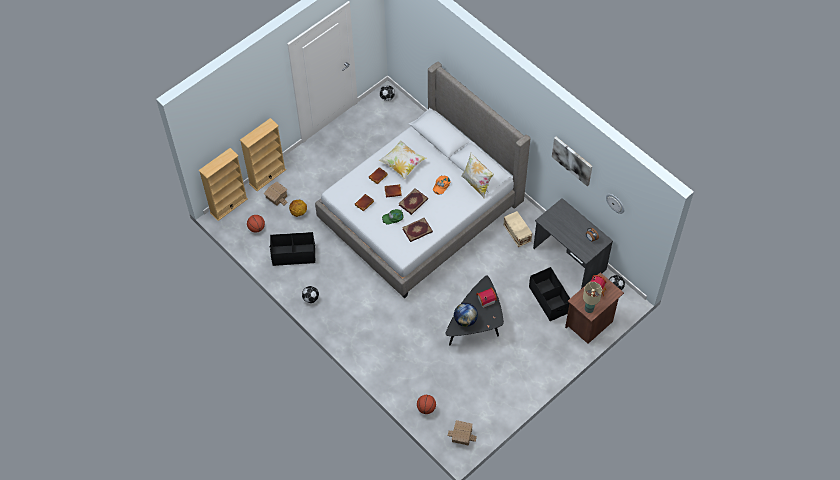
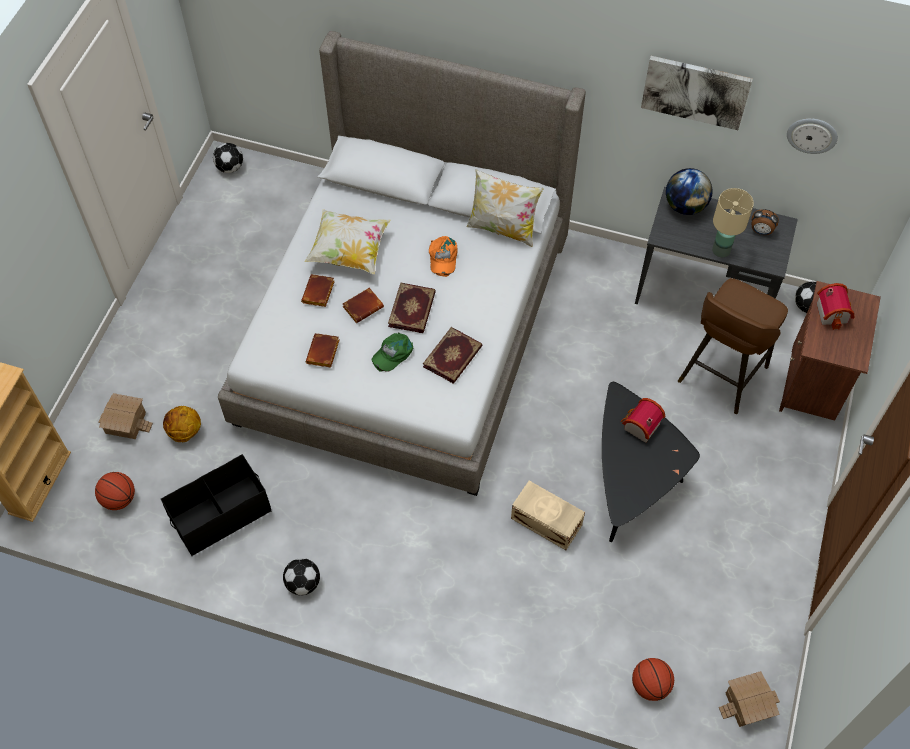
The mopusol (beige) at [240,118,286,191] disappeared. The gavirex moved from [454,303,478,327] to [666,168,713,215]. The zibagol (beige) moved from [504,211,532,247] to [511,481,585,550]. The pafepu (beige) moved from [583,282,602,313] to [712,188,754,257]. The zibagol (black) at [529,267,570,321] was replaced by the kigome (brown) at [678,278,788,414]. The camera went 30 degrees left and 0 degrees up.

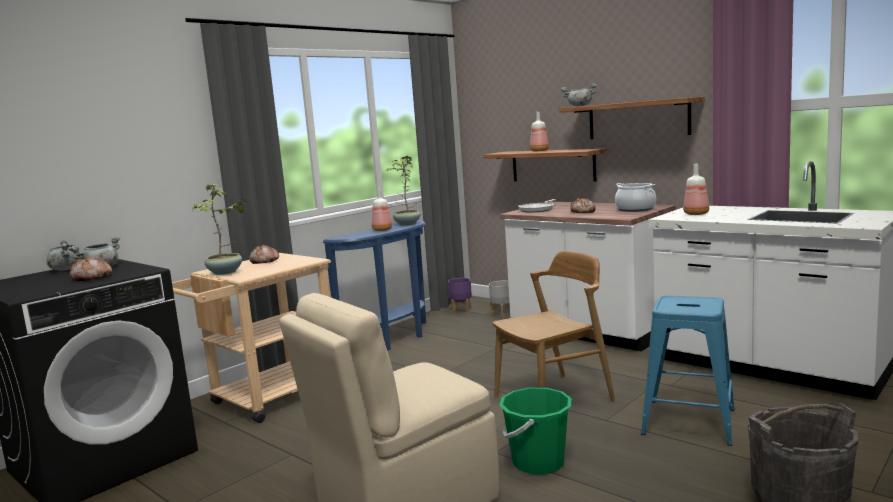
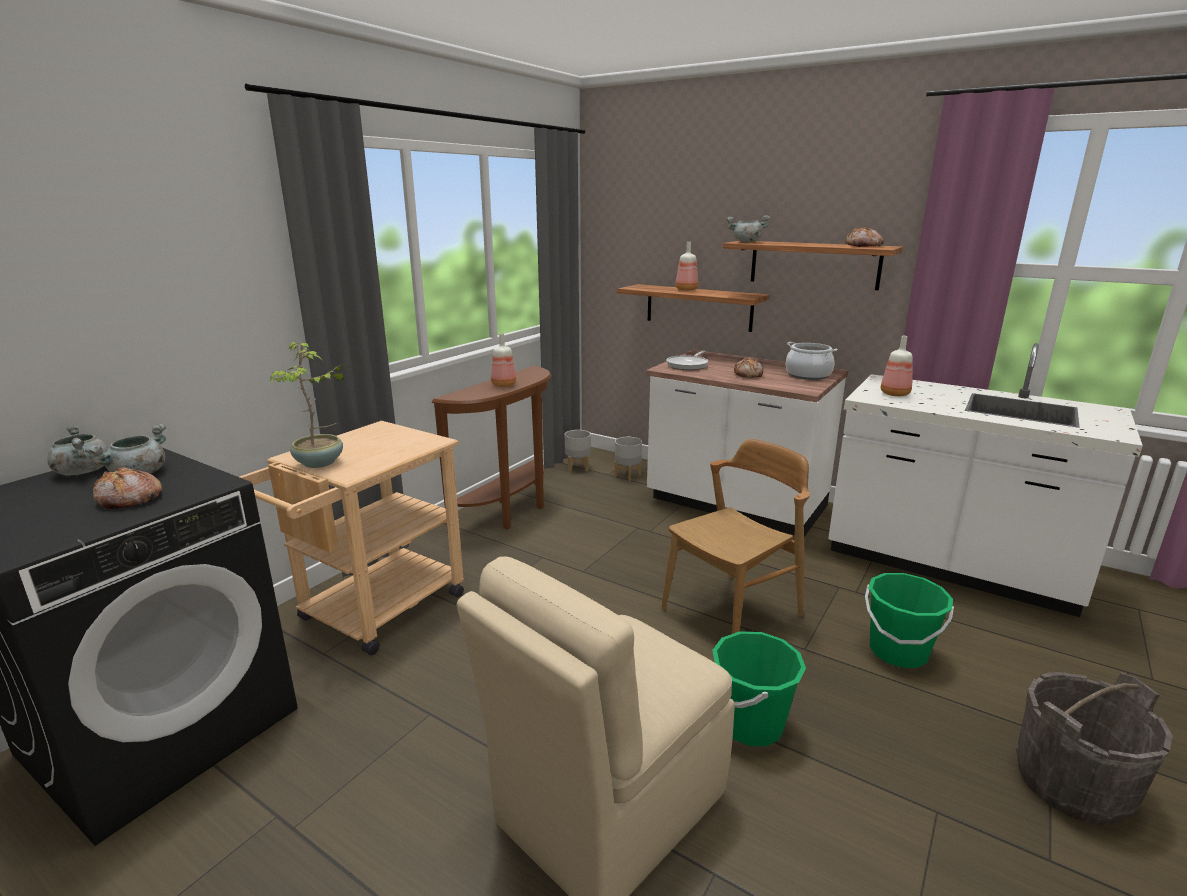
The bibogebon at [385,156,420,226] disappeared. The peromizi moved from [249,244,279,264] to [845,227,884,247]. The kigome (blue) at [641,296,735,446] was replaced by the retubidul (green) at [865,573,954,668]. The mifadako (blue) at [323,220,426,351] became the mifadako (brown) at [432,366,552,533]. The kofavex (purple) at [448,278,472,314] became the kofavex (grey) at [565,430,591,472]. The camera went 10 degrees left and 10 degrees up.

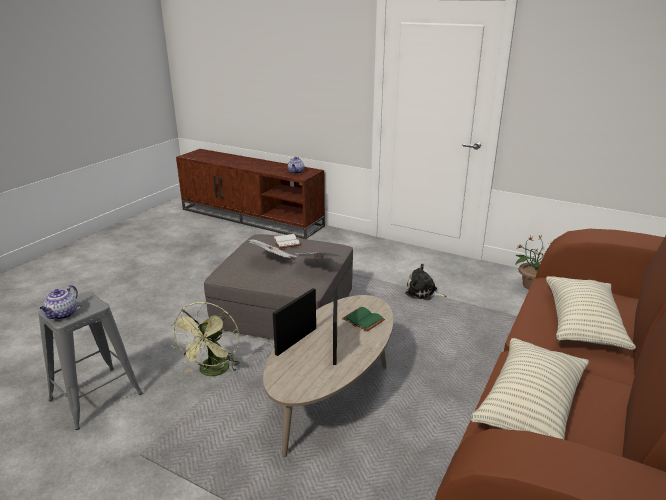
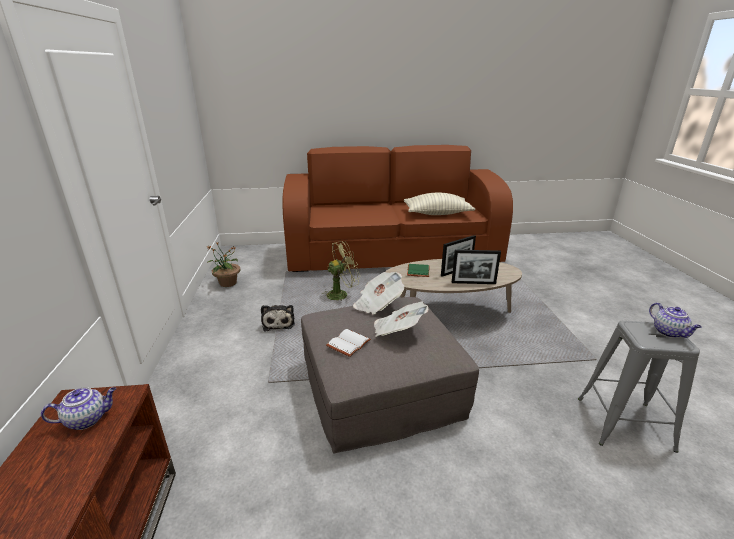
The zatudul at [546,276,636,350] disappeared. The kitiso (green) moved from [170,302,240,376] to [321,241,361,301]. The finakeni at [39,285,78,319] turned 90 degrees clockwise. The camera went 125 degrees left and 0 degrees up.

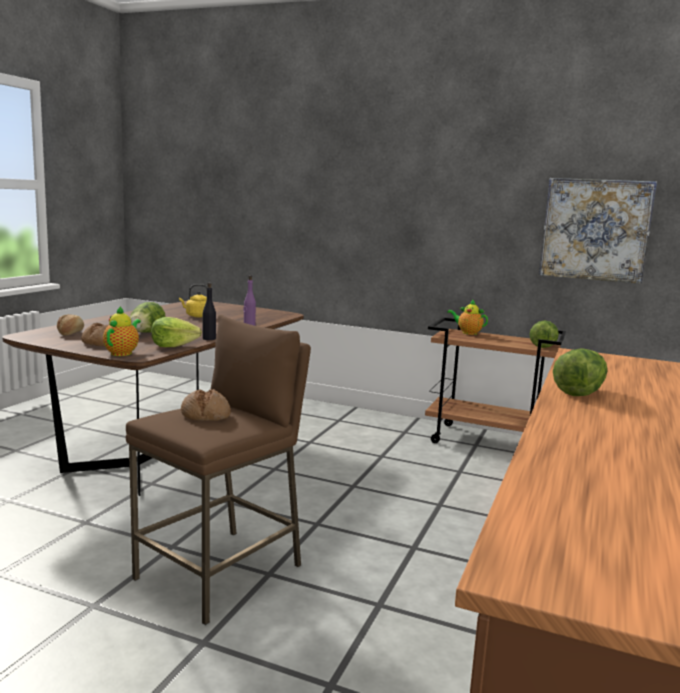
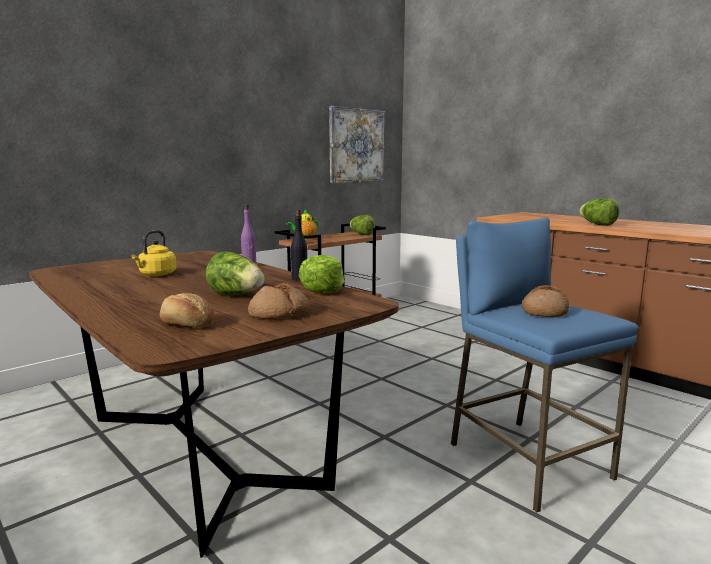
The finakeni at [103,306,141,356] disappeared. The kigome (brown) at [126,315,311,625] became the kigome (blue) at [451,217,639,512]. The camera went 65 degrees left and 0 degrees up.

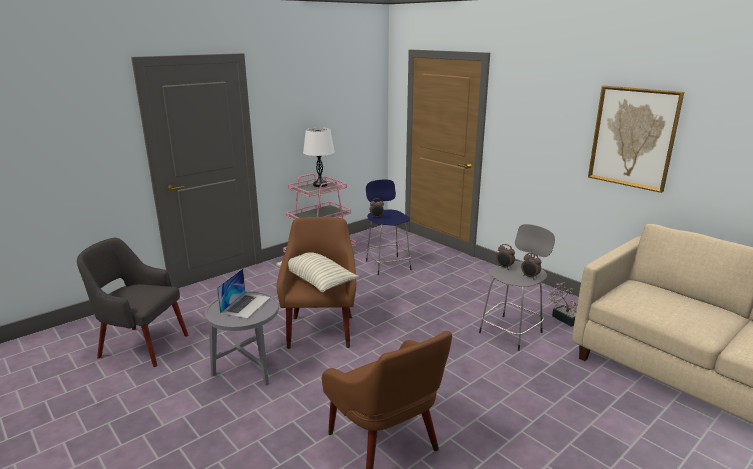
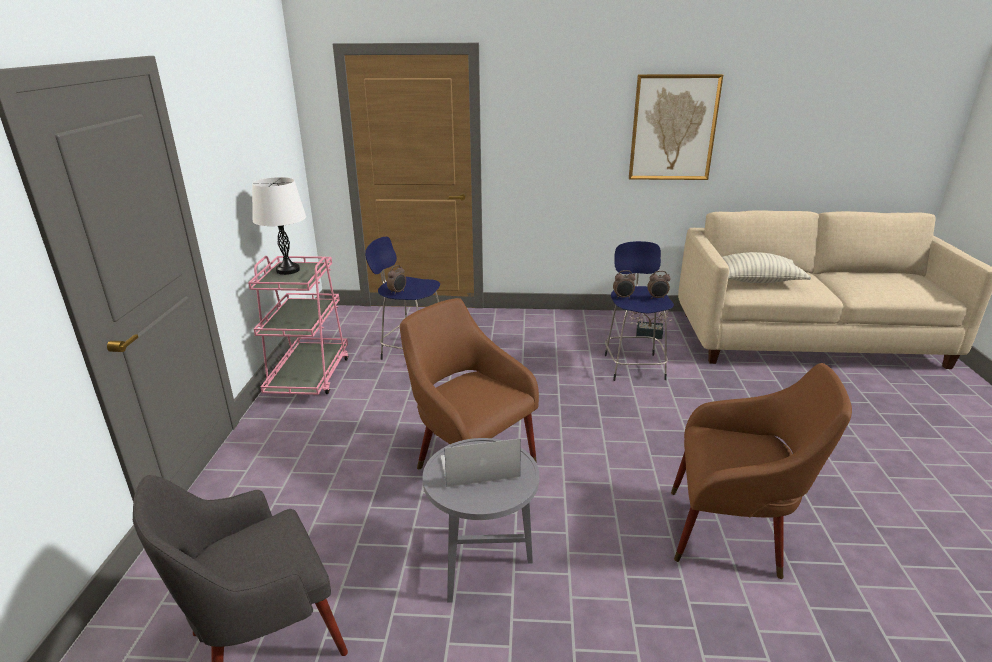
The zatudul moved from [276,252,359,293] to [722,252,811,283]. The kigome (grey) at [479,224,555,351] became the kigome (blue) at [605,241,674,381]. The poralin at [217,268,271,319] turned 75 degrees counterclockwise. The camera went 45 degrees left and 5 degrees up.

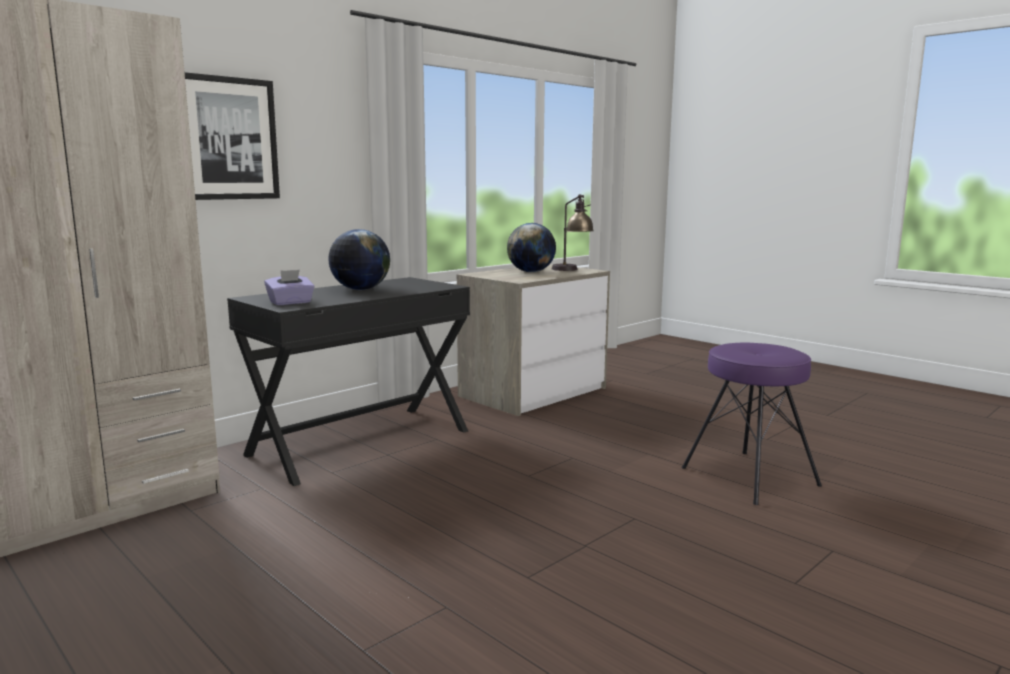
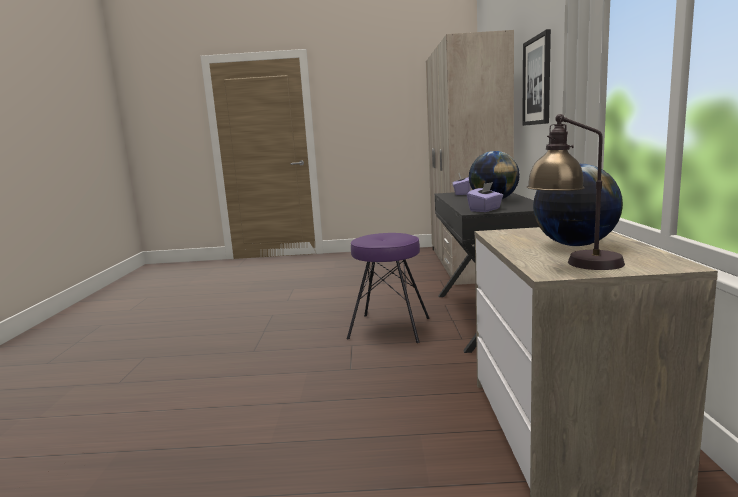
The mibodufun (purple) at [467,182,503,212] appeared. The kigome (purple) moved from [682,343,822,505] to [347,233,430,343]. The camera went 135 degrees right and 0 degrees up.

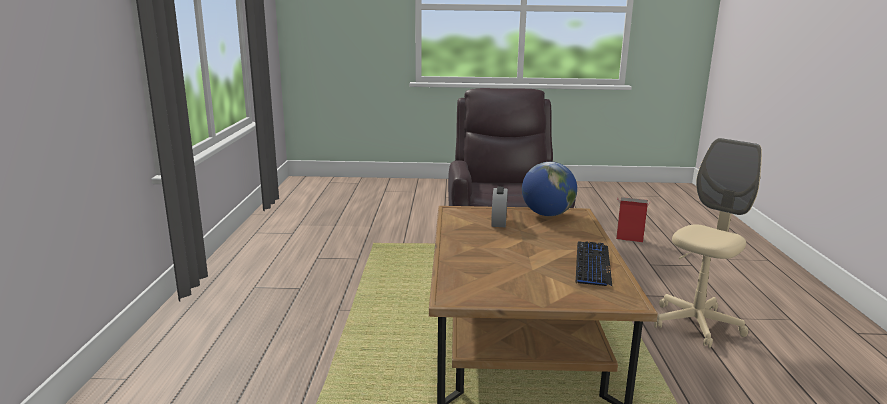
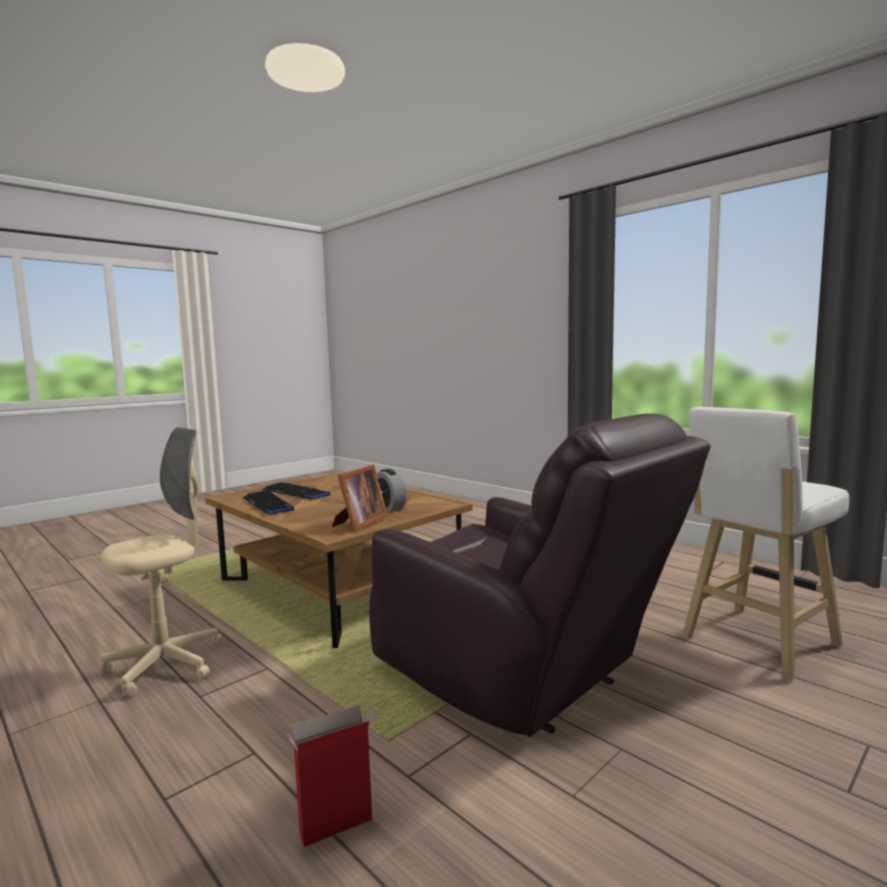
The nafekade at [262,482,330,500] appeared. The kigome (white) at [682,407,849,682] appeared. The gavirex at [522,162,577,216] was replaced by the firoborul at [332,464,388,531]. The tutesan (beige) at [654,138,762,348] turned 135 degrees counterclockwise. The camera went 135 degrees right and 10 degrees down.

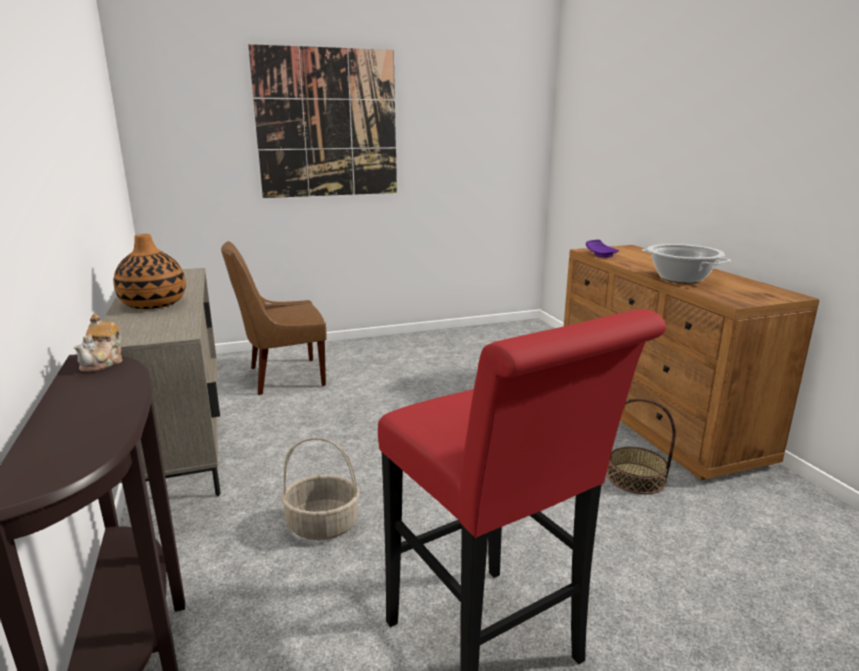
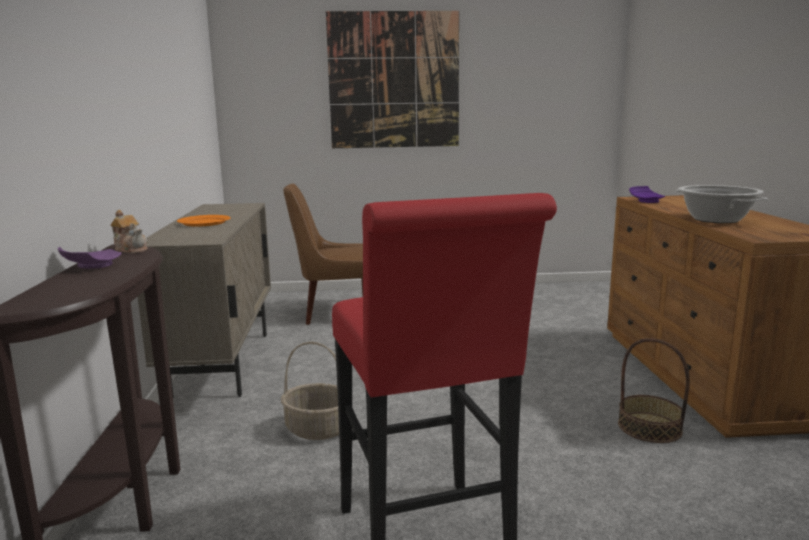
The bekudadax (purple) at [58,247,121,269] appeared. The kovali at [113,234,186,309] was replaced by the bekudadax (orange) at [177,215,231,227]. The finakeni at [73,314,123,372] turned 75 degrees counterclockwise. The camera went 15 degrees right and 5 degrees down.

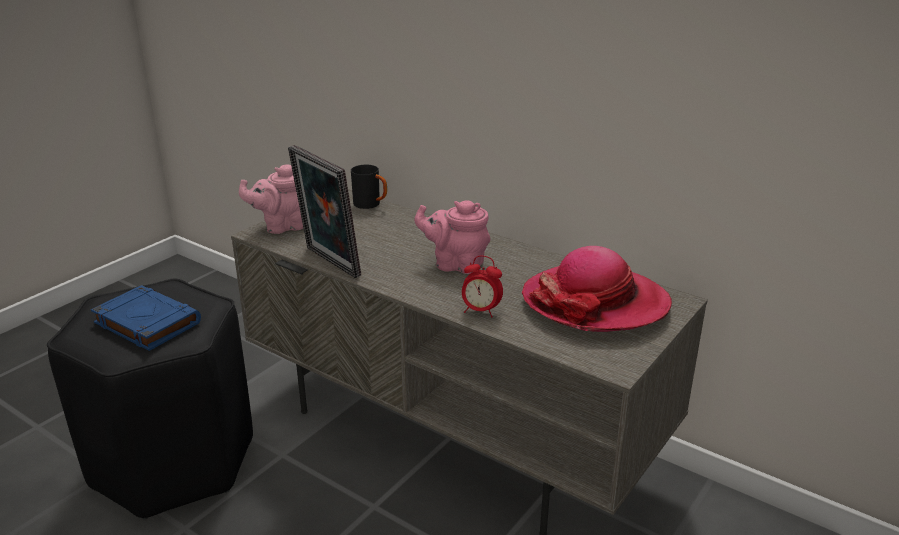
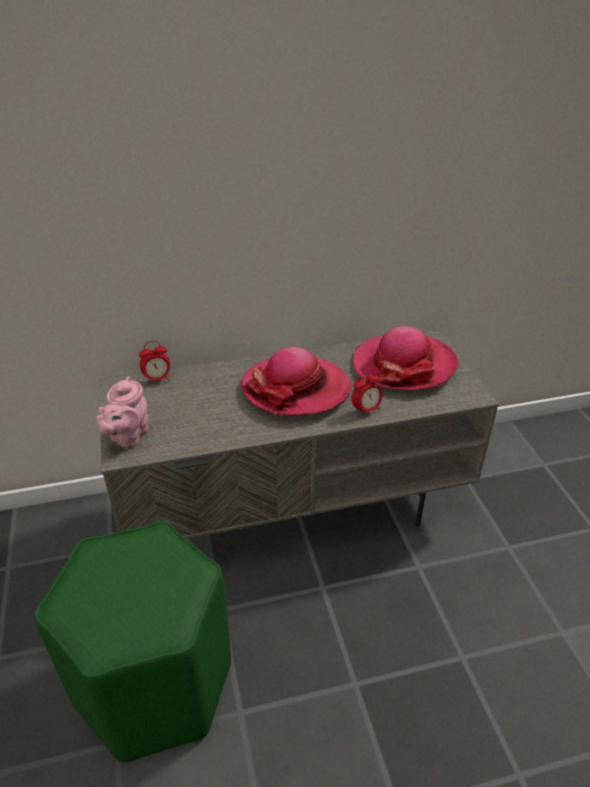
The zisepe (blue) at [91,285,201,351] disappeared. The firoborul at [288,145,361,278] disappeared. The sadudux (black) at [351,165,387,209] was replaced by the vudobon at [139,341,170,385]. The finakeni (pink) at [414,200,490,274] was replaced by the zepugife at [241,347,351,416]. The kigome (black) at [47,278,253,519] became the kigome (green) at [34,521,231,762]. The camera went 50 degrees left and 10 degrees up.

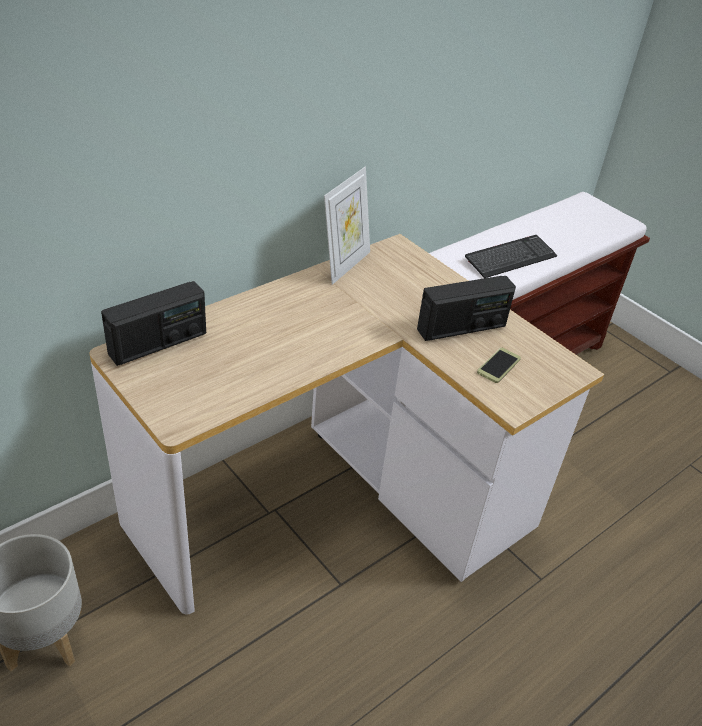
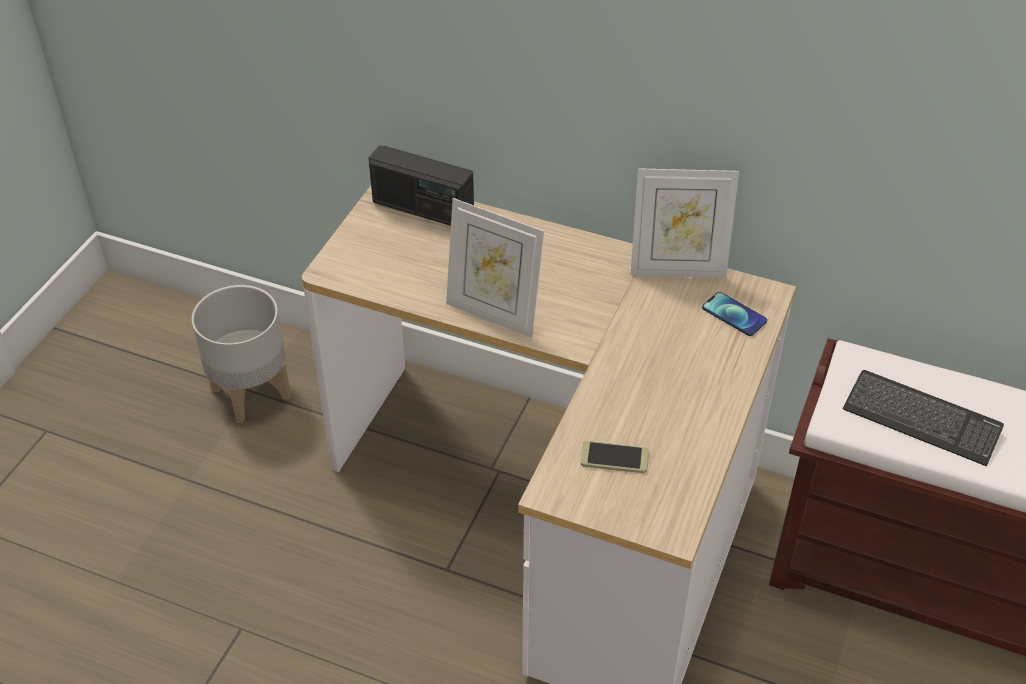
The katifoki at [417,276,516,341] disappeared. The firoborul at [446,198,544,338] appeared. The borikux at [702,292,767,336] appeared. The camera went 65 degrees right and 5 degrees up.

